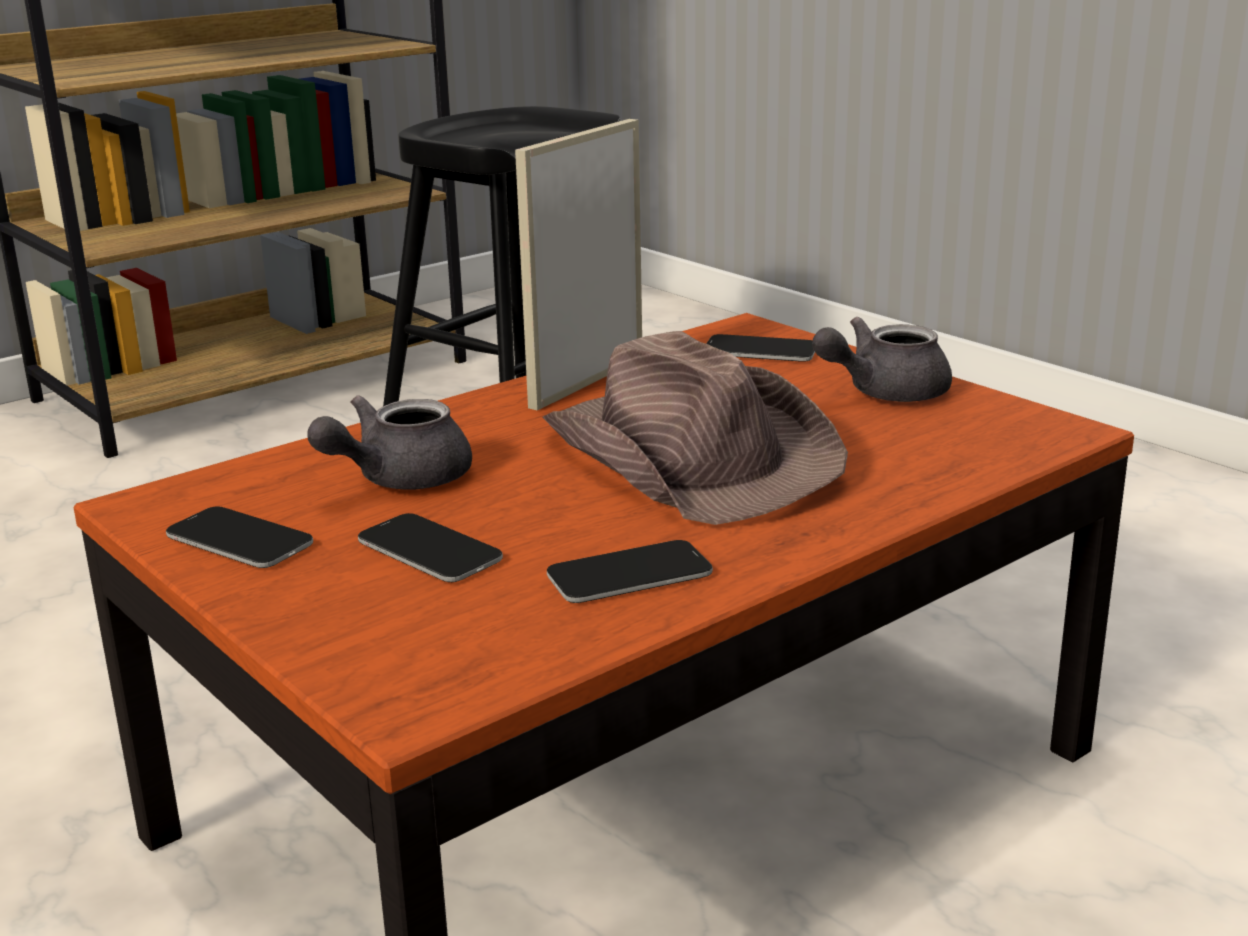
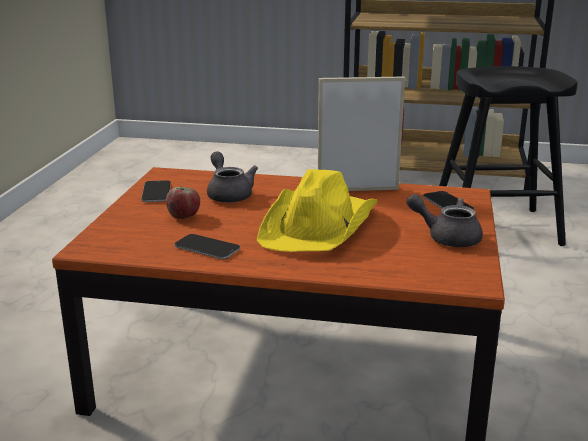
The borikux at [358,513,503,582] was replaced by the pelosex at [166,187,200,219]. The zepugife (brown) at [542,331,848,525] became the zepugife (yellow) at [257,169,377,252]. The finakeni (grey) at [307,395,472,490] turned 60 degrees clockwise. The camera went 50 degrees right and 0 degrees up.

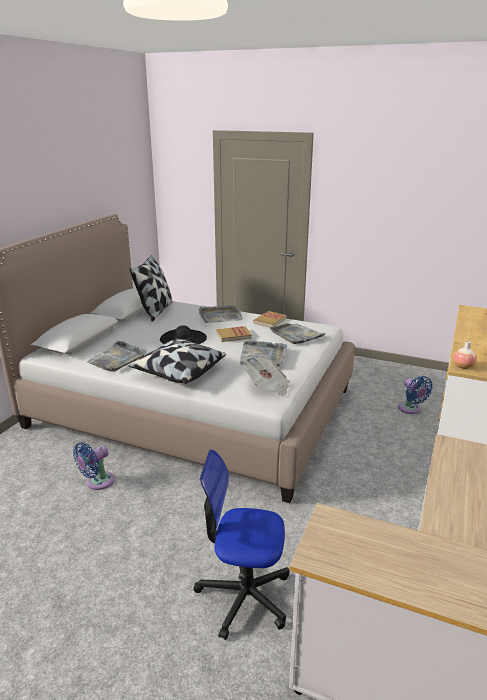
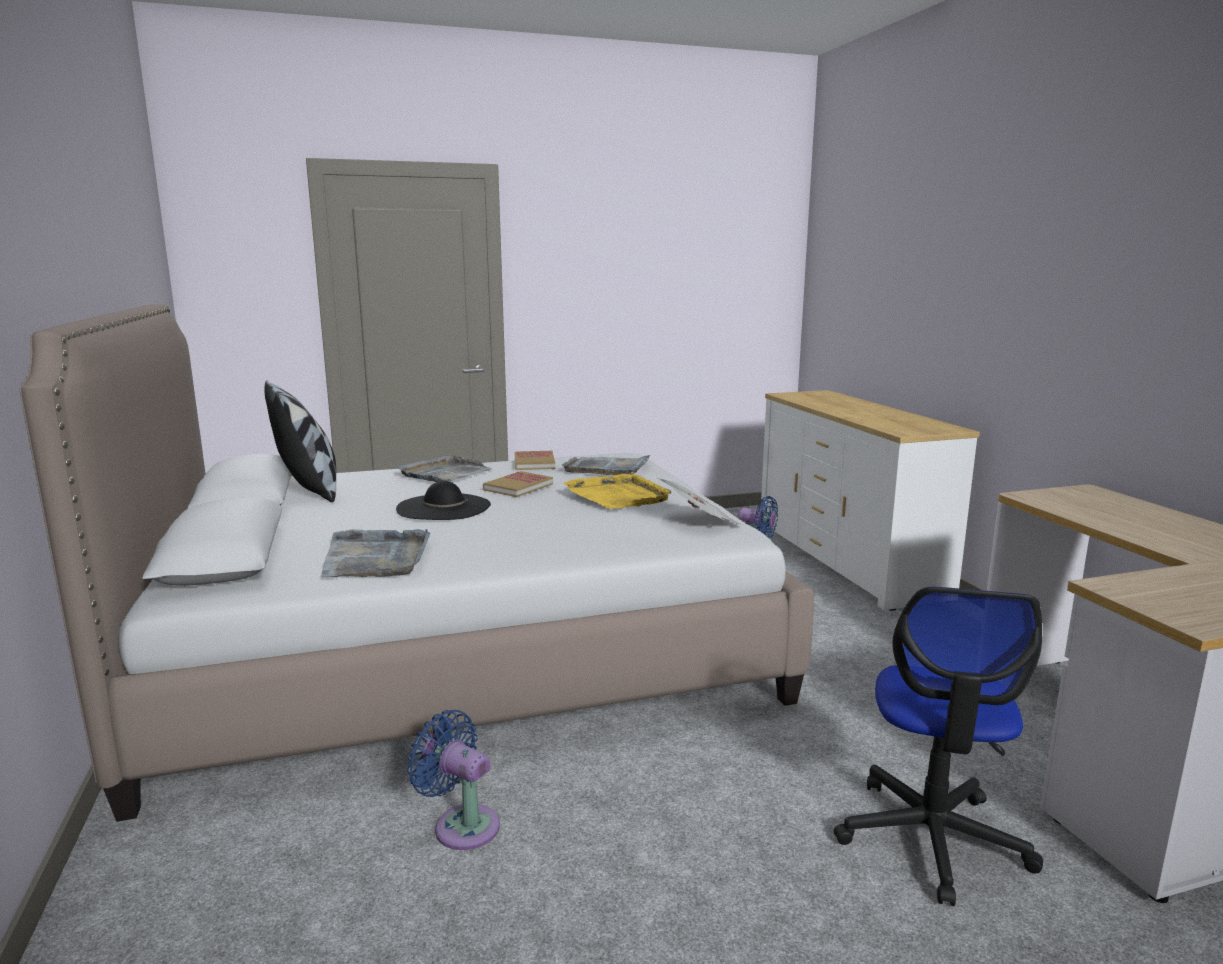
The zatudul at [128,339,226,384] disappeared. The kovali at [453,341,477,369] disappeared. The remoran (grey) at [240,340,287,367] became the remoran (yellow) at [563,472,671,509]. The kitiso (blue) at [73,442,115,490] turned 120 degrees clockwise. The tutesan at [194,449,290,640] turned 45 degrees counterclockwise. The camera went 40 degrees left and 10 degrees down.

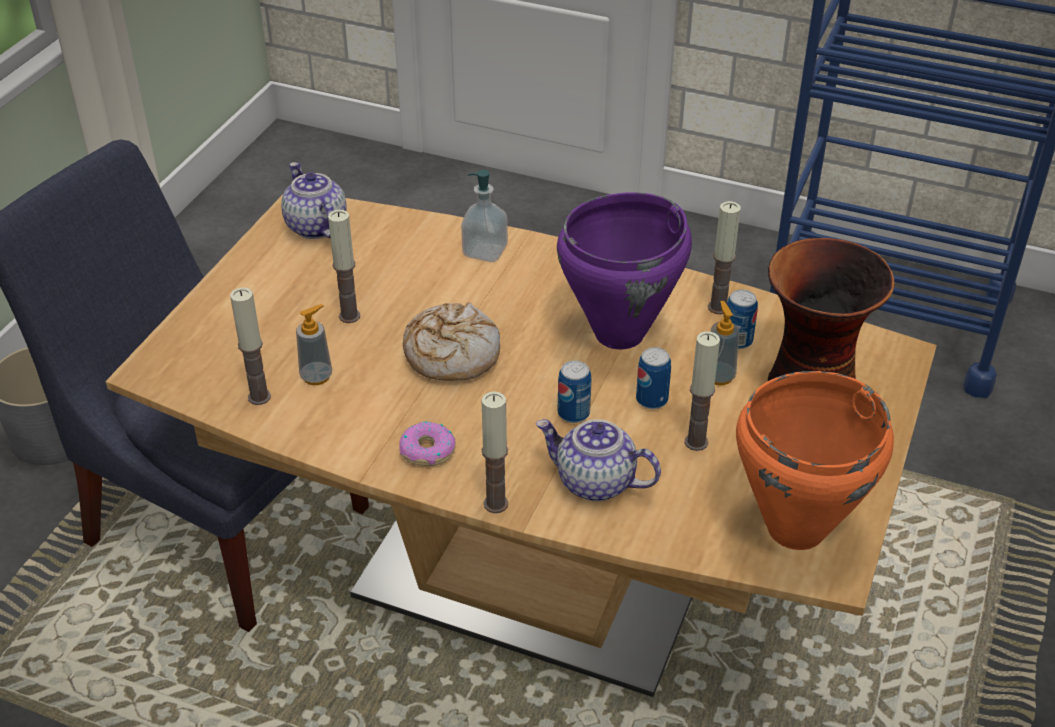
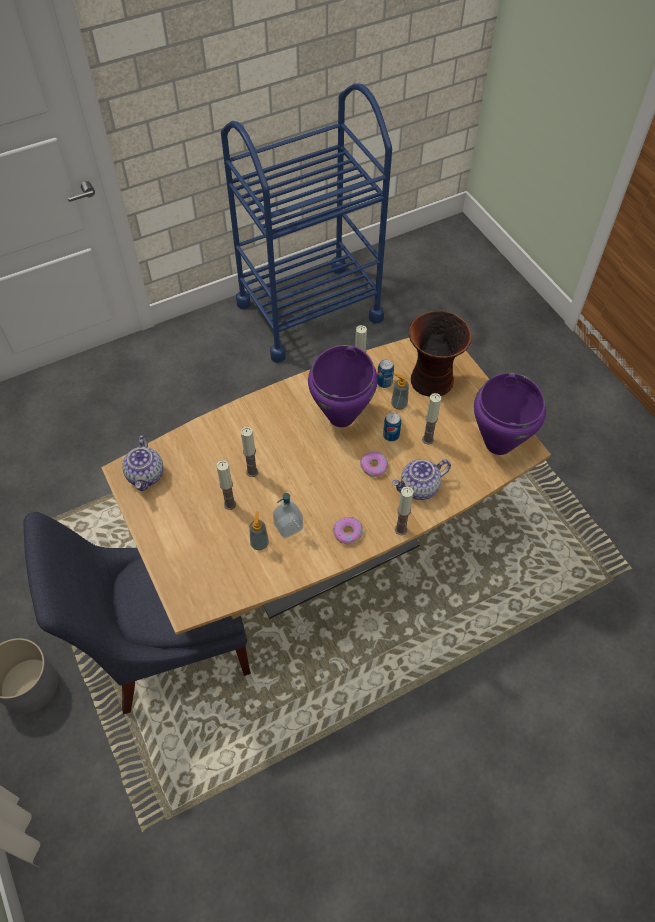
The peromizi at [403,302,500,380] disappeared. The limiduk moved from [230,287,271,405] to [241,427,258,477]. The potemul moved from [461,170,508,262] to [273,493,303,538]. The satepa at [558,360,592,423] was replaced by the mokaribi at [360,452,388,477]. The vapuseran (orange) at [736,371,894,550] became the vapuseran (purple) at [474,372,546,455]. The finakeni at [281,162,347,239] turned 105 degrees counterclockwise. The camera went 50 degrees left and 15 degrees up.

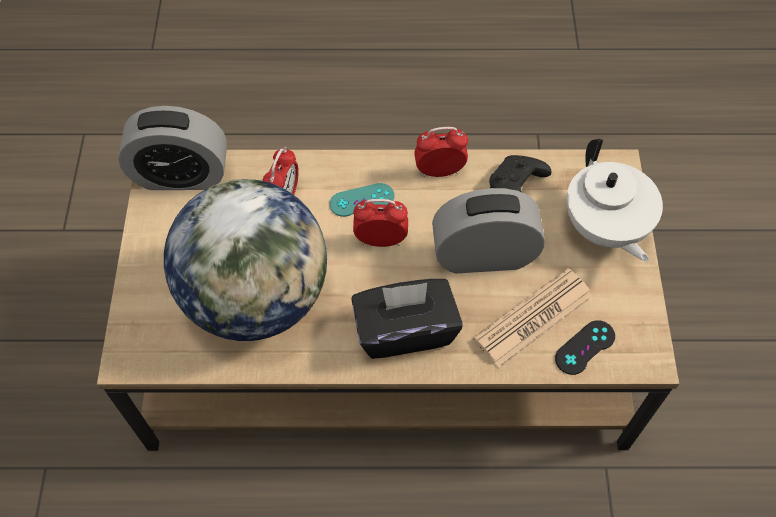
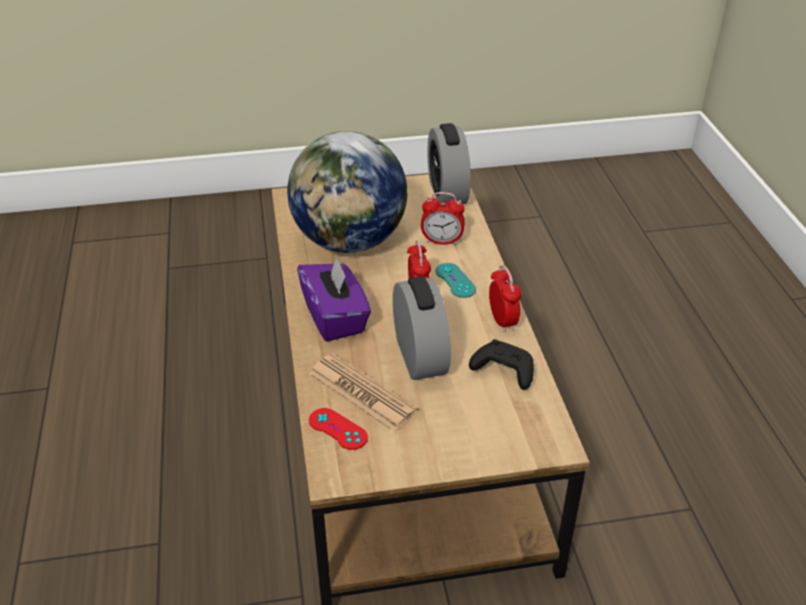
The finakeni (white) at [566,139,663,262] disappeared. The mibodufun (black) at [351,279,463,359] became the mibodufun (purple) at [297,256,371,342]. The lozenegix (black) at [555,320,615,375] became the lozenegix (red) at [309,408,368,450]. The camera went 80 degrees right and 20 degrees down.

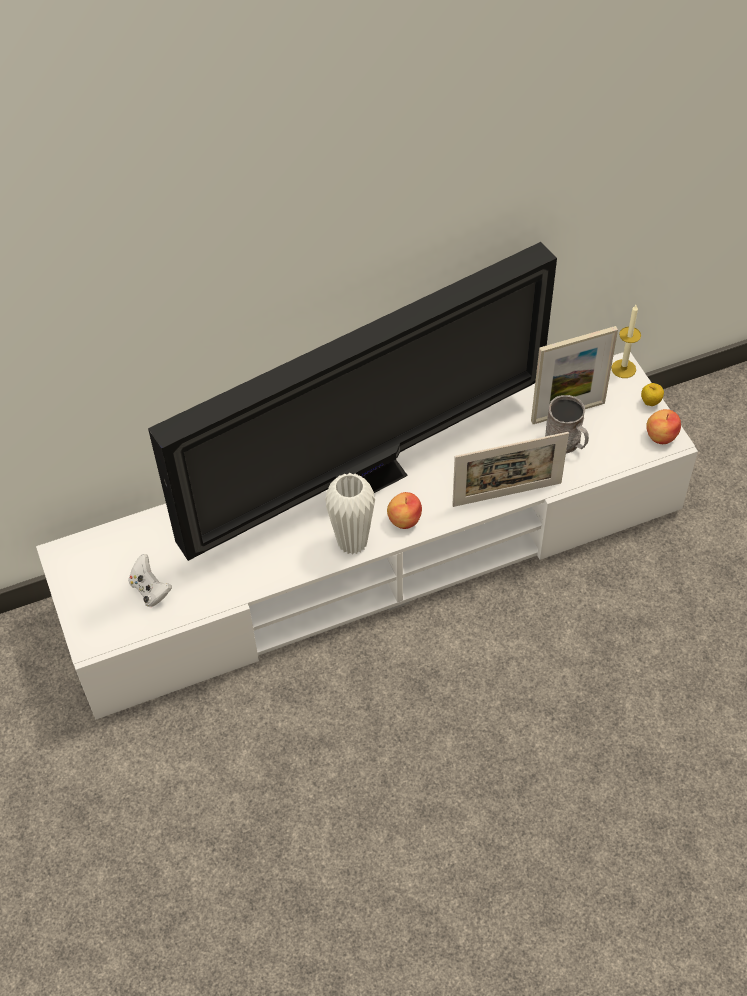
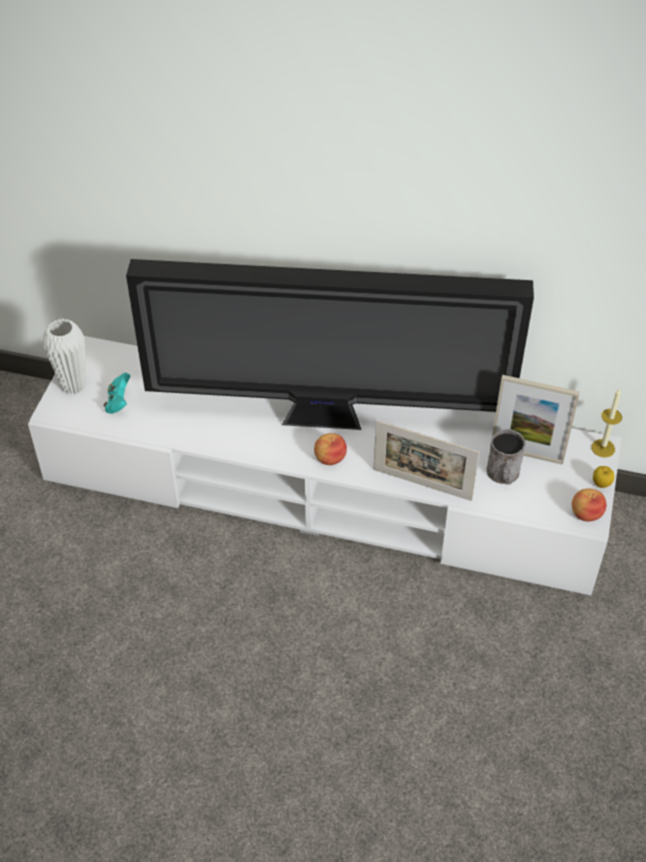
The kovali (white) moved from [325,473,375,555] to [43,319,86,394]. The lozenegix (white) at [128,554,172,607] became the lozenegix (turquoise) at [104,373,130,414]. The camera went 35 degrees right and 5 degrees down.

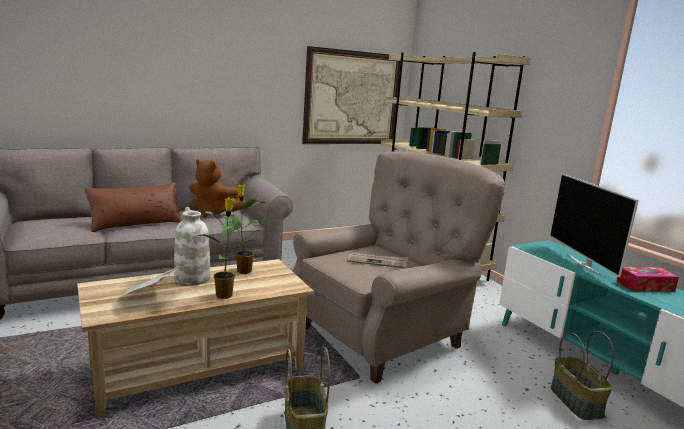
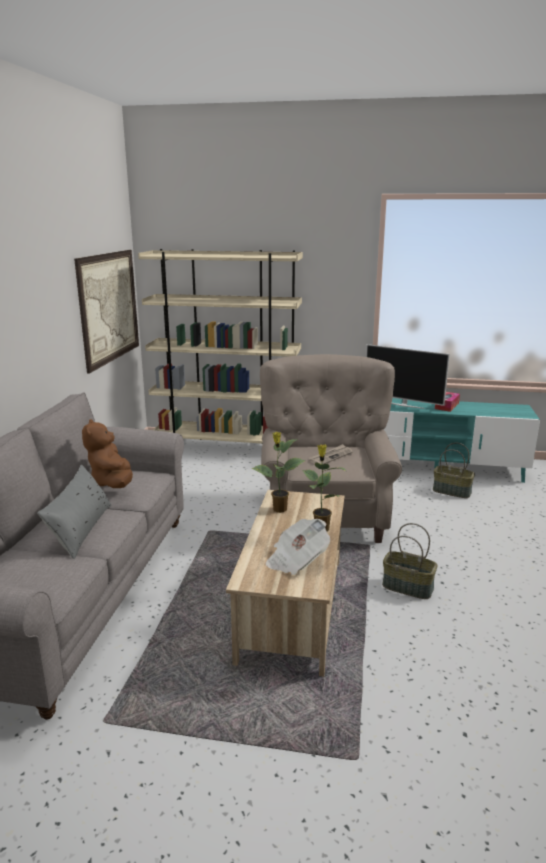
The kovali (white) at [174,207,210,285] disappeared. The zatudul (brown) at [84,182,182,232] became the zatudul (grey) at [37,465,112,559]. The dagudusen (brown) at [189,159,246,218] turned 105 degrees clockwise. The camera went 50 degrees left and 5 degrees up.

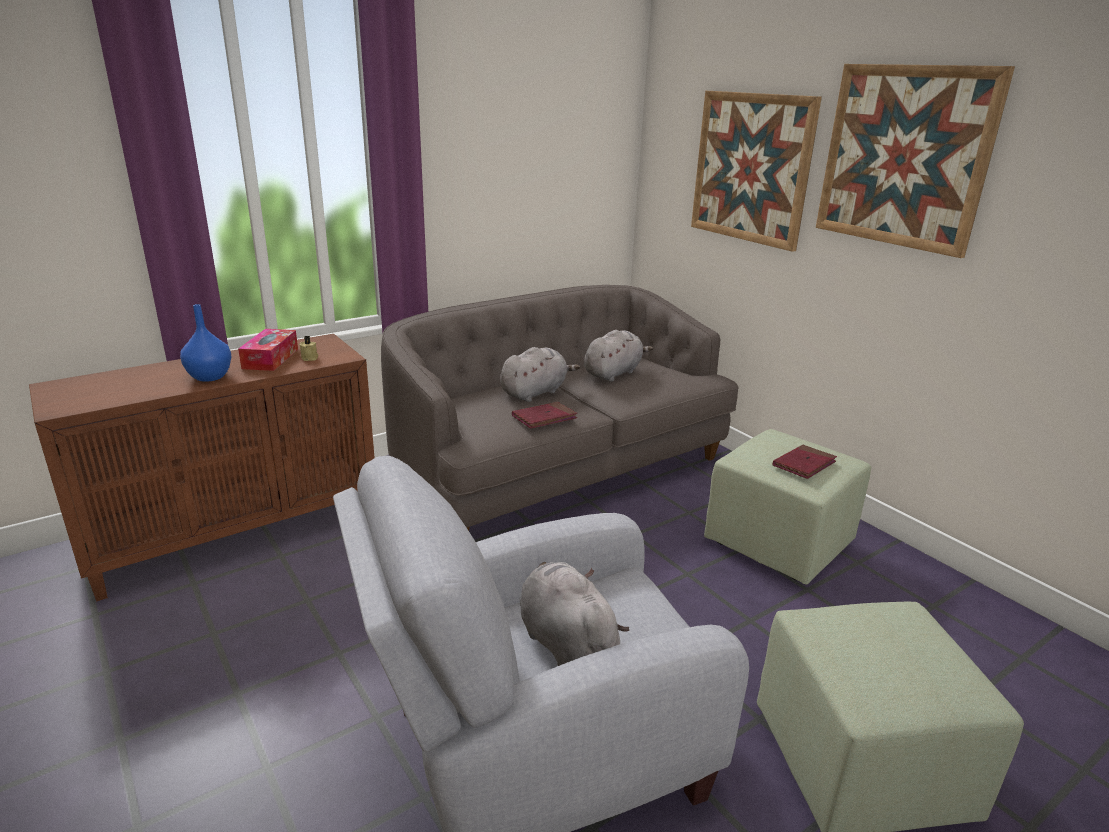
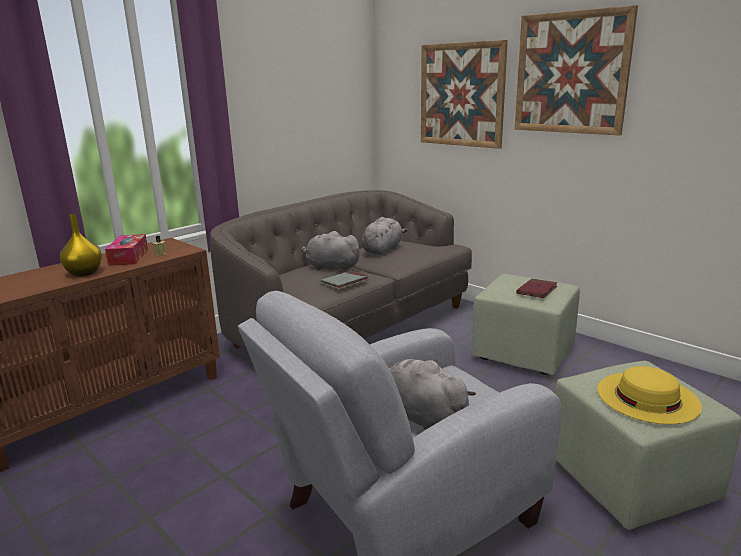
The zepugife (yellow) at [597,366,702,424] appeared. The kovali (blue) at [180,304,232,382] became the kovali (yellow) at [60,214,102,276]. The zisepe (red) at [512,402,577,429] became the zisepe (grey) at [321,270,370,289]. The dagudusen (grey) at [500,347,580,402] turned 105 degrees counterclockwise. The camera went 10 degrees left and 5 degrees down.

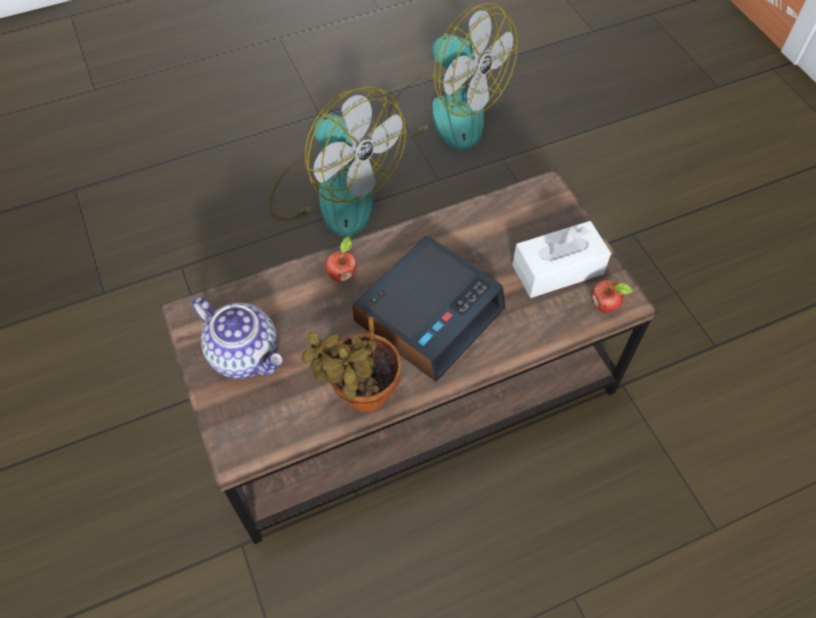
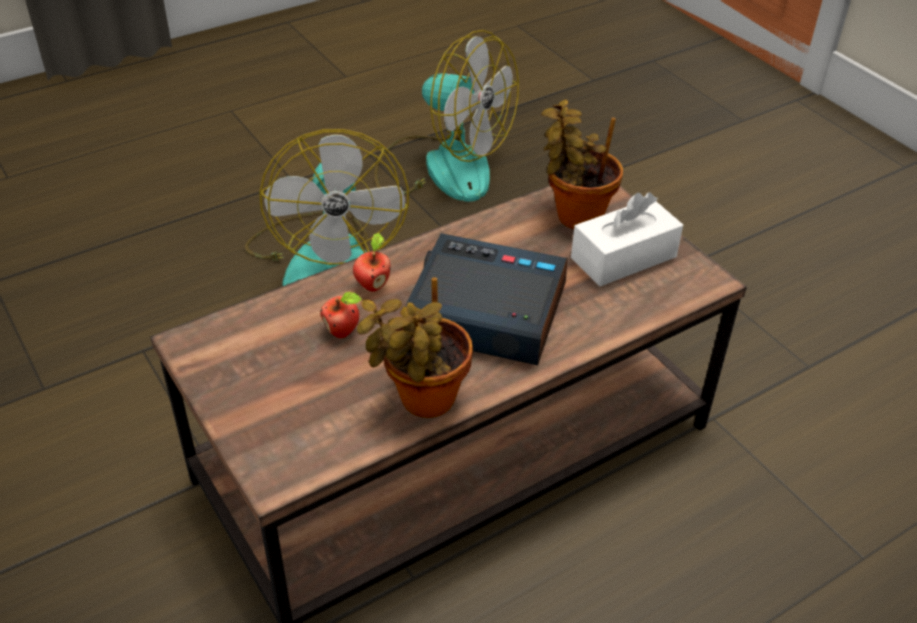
The finakeni at [192,296,283,379] disappeared. The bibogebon at [541,99,623,229] appeared. The pelosex moved from [591,280,633,313] to [320,292,362,338]. The kitiso at [269,86,406,237] turned 45 degrees clockwise. The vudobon at [352,235,505,382] turned 105 degrees counterclockwise. The camera went 10 degrees left and 15 degrees down.

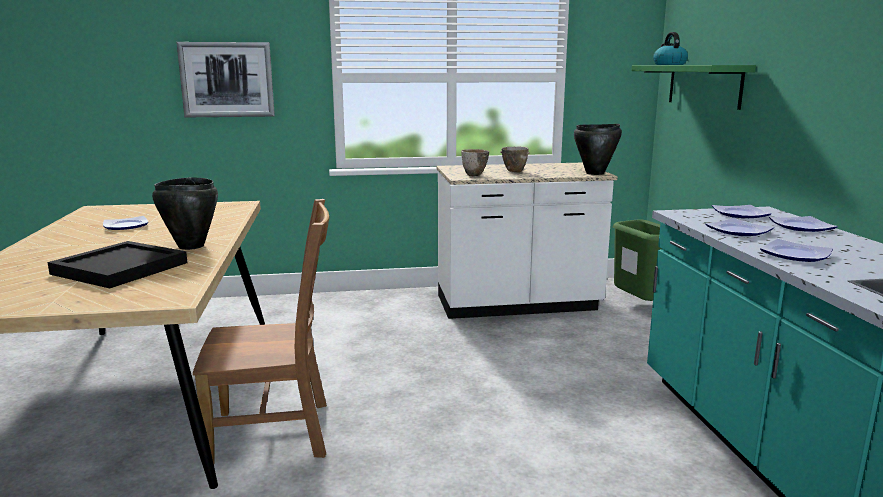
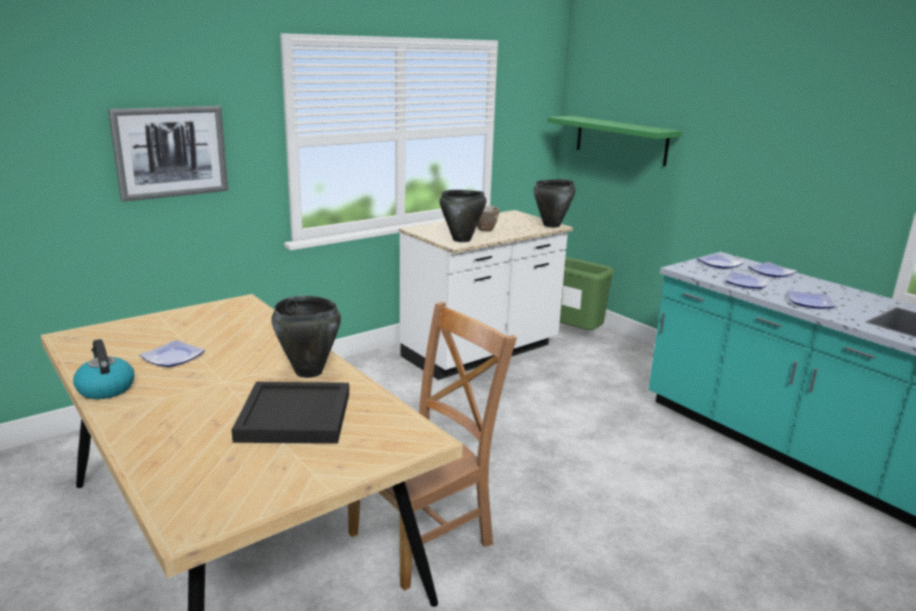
The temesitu moved from [653,32,688,65] to [73,339,134,399]. The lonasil at [461,149,489,176] was replaced by the vapuseran (black) at [439,190,486,242]. The camera went 30 degrees left and 5 degrees up.

